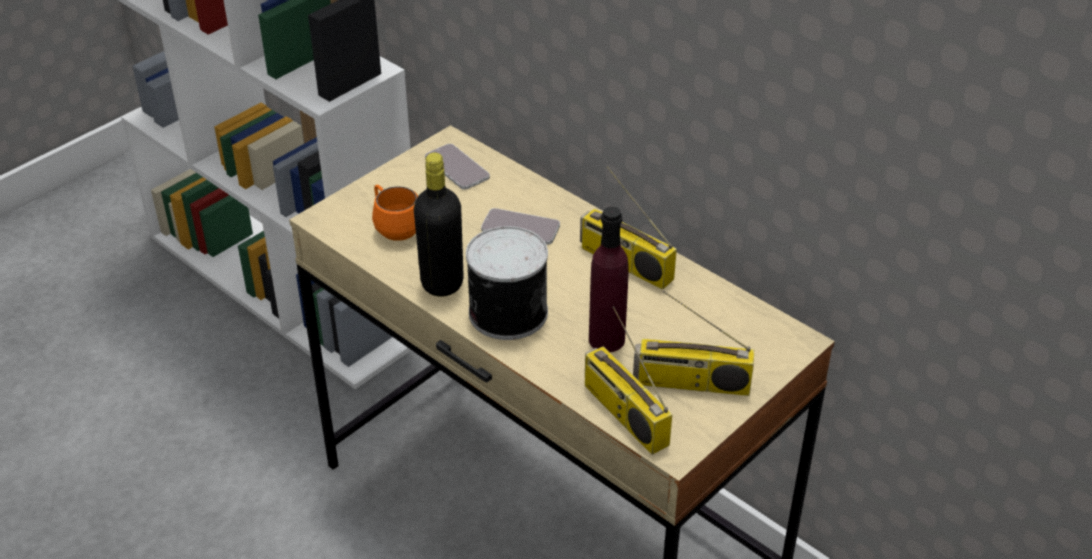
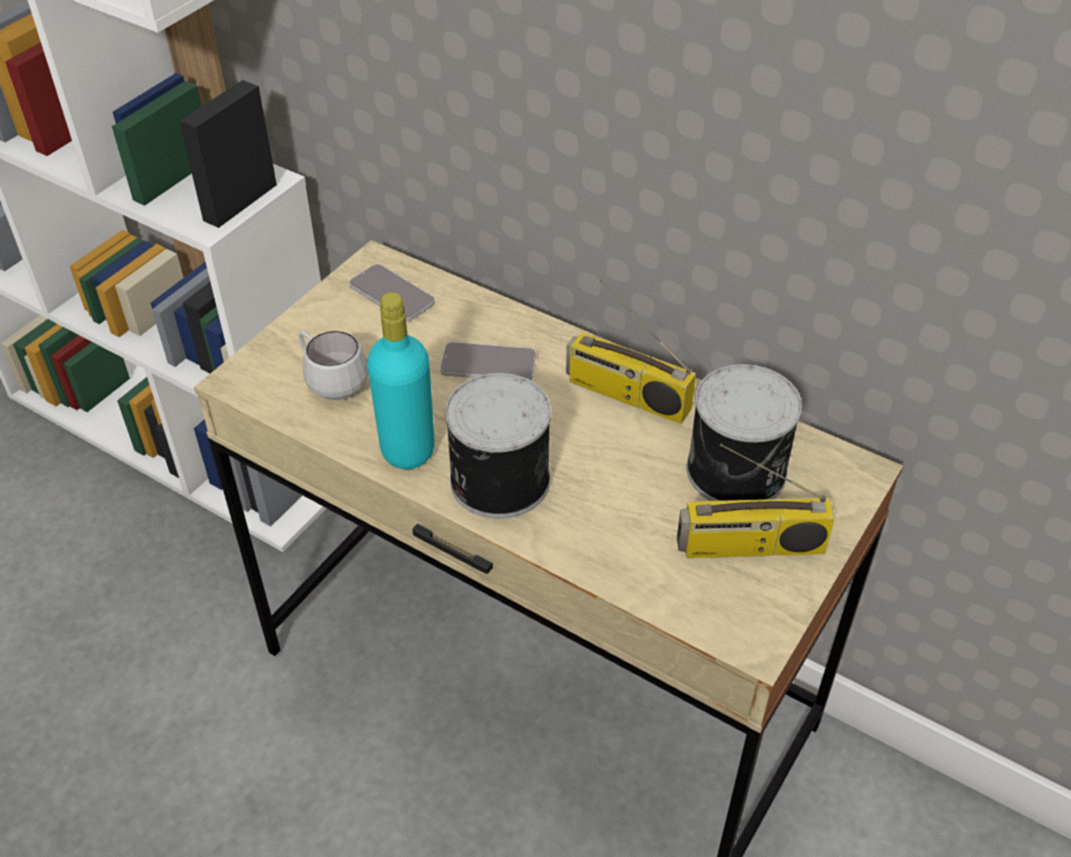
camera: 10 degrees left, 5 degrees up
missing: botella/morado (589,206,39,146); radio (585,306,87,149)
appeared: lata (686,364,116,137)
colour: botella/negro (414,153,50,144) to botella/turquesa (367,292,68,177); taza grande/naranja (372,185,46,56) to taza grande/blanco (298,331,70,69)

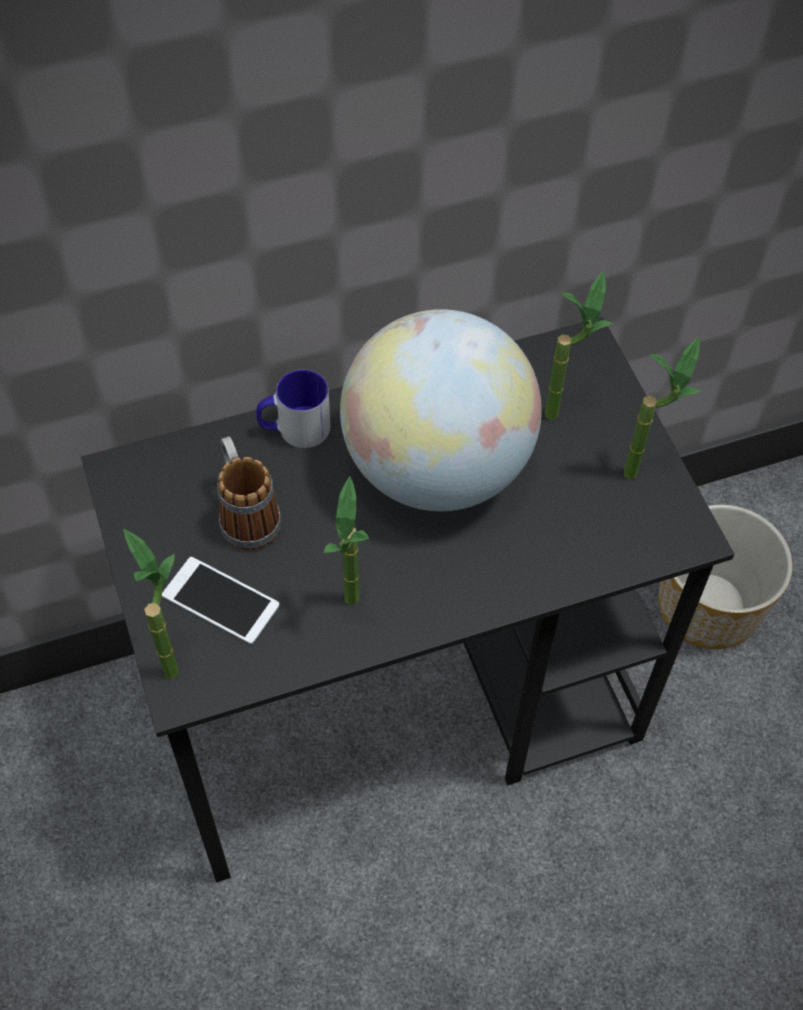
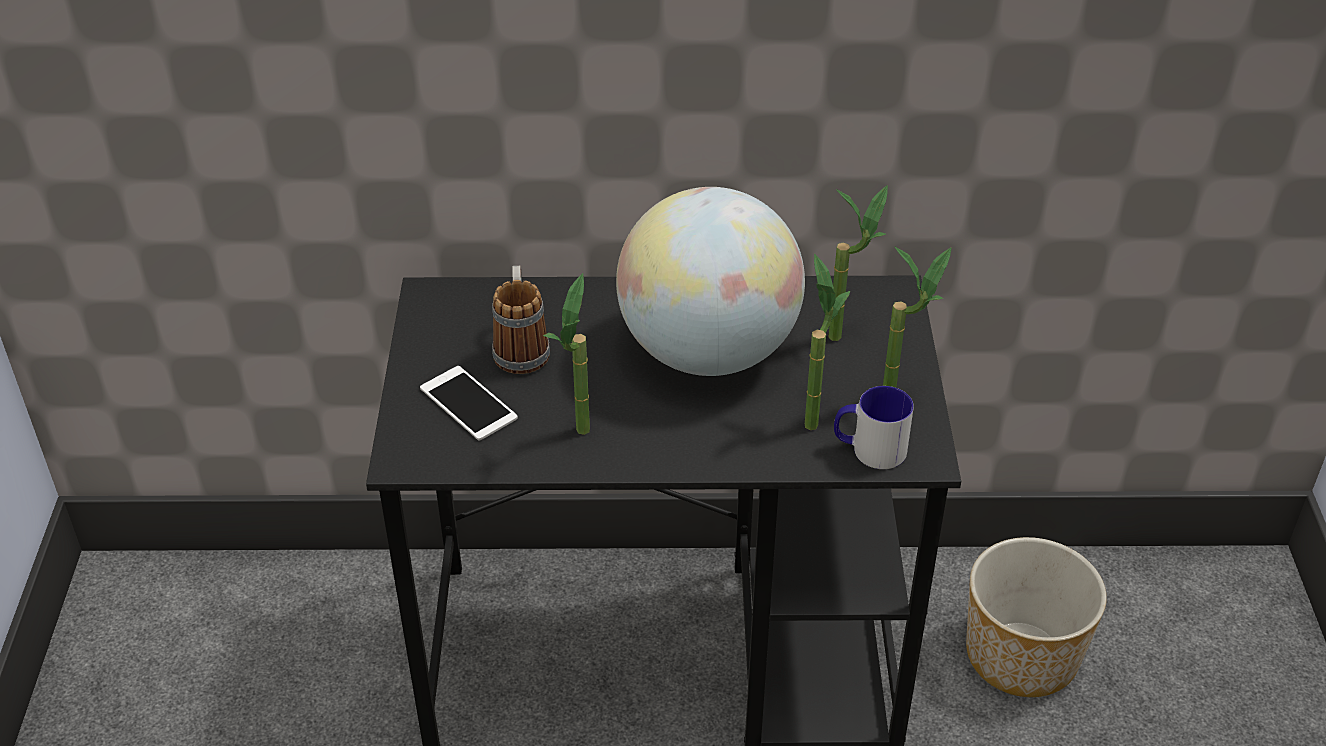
camera: 20 degrees right, 15 degrees down
relocated: taza grande (256,369,74,79) to (834,386,80,83); planta en maceta (123,529,56,151) to (805,254,45,176)

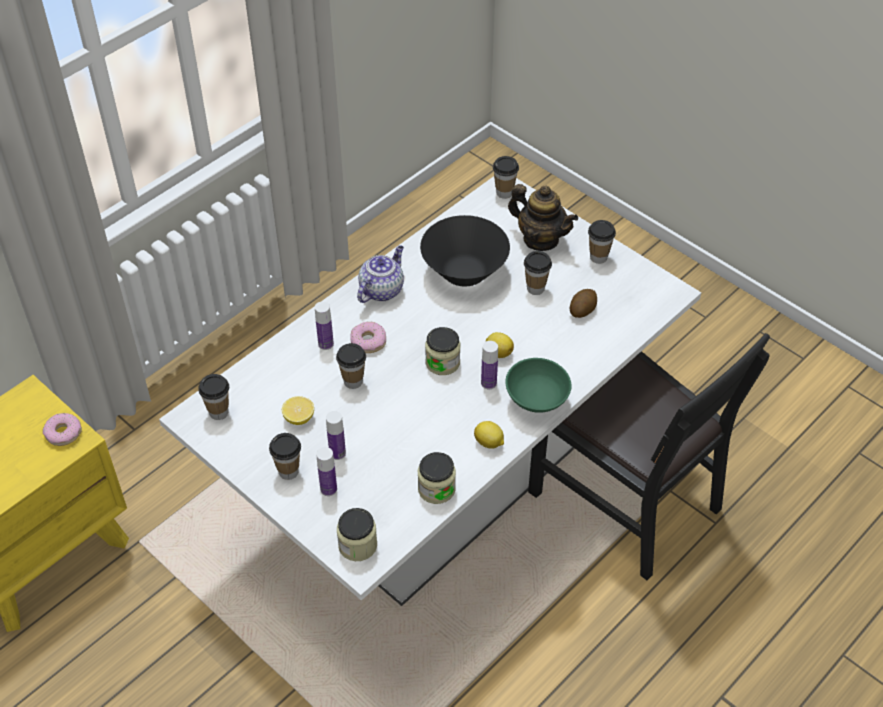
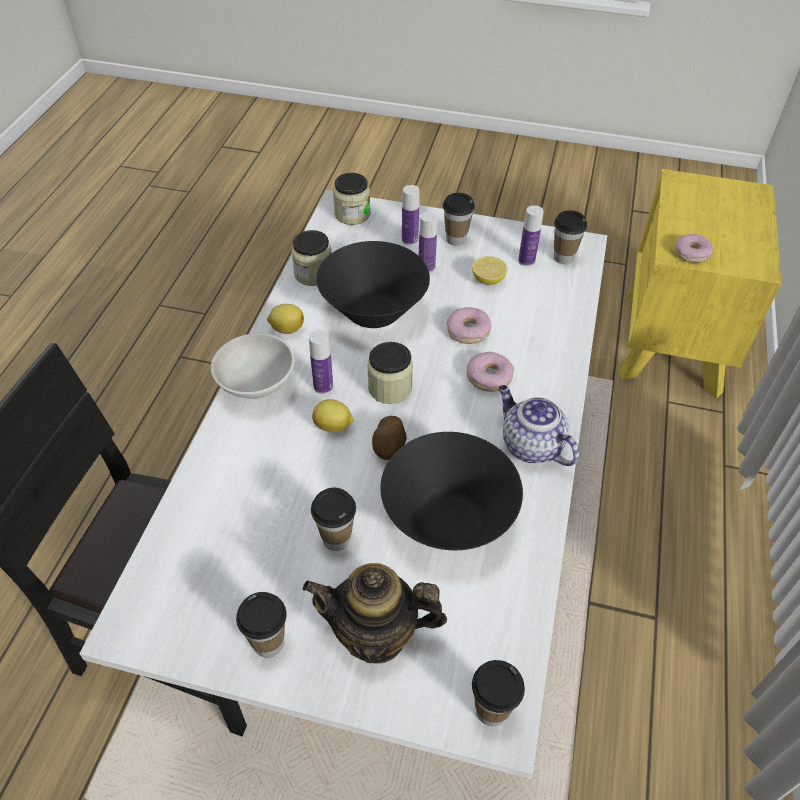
camera: 150 degrees right, 0 degrees up
appeared: cuenco/negro (316,241,114,87)
relocated: patata (570,289,27,29) to (372,416,35,44); botella (315,301,19,49) to (518,205,26,61)
exchanged: taza (336,343,30,46) to rosquilla (447,307,44,37)
colour: cuenco/verde (505,358,66,55) to cuenco/blanco (211,333,83,66)
spun: tetera (357,245,47,58) = (498,385,81,81) 135 degrees clockwise

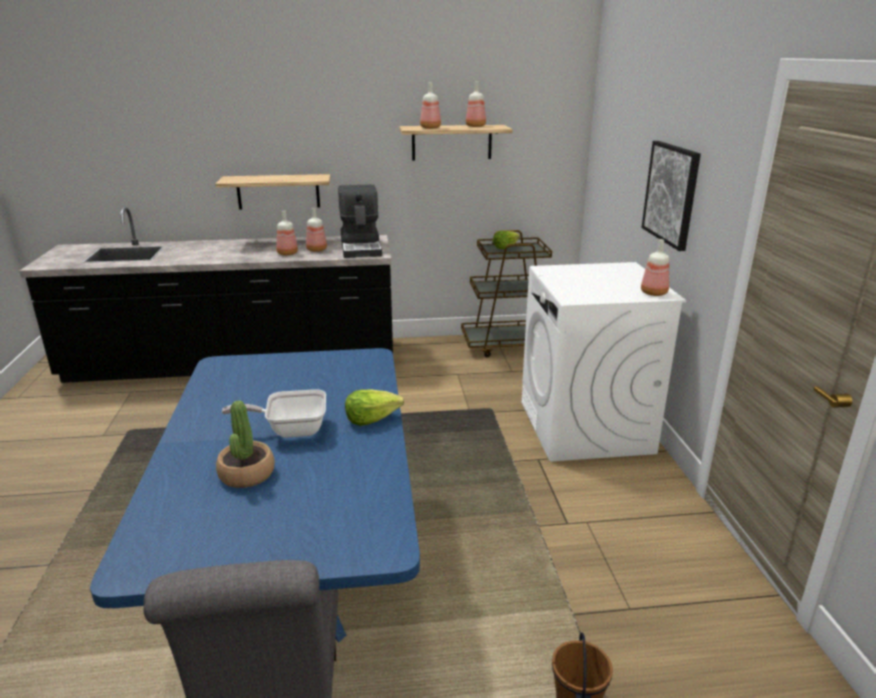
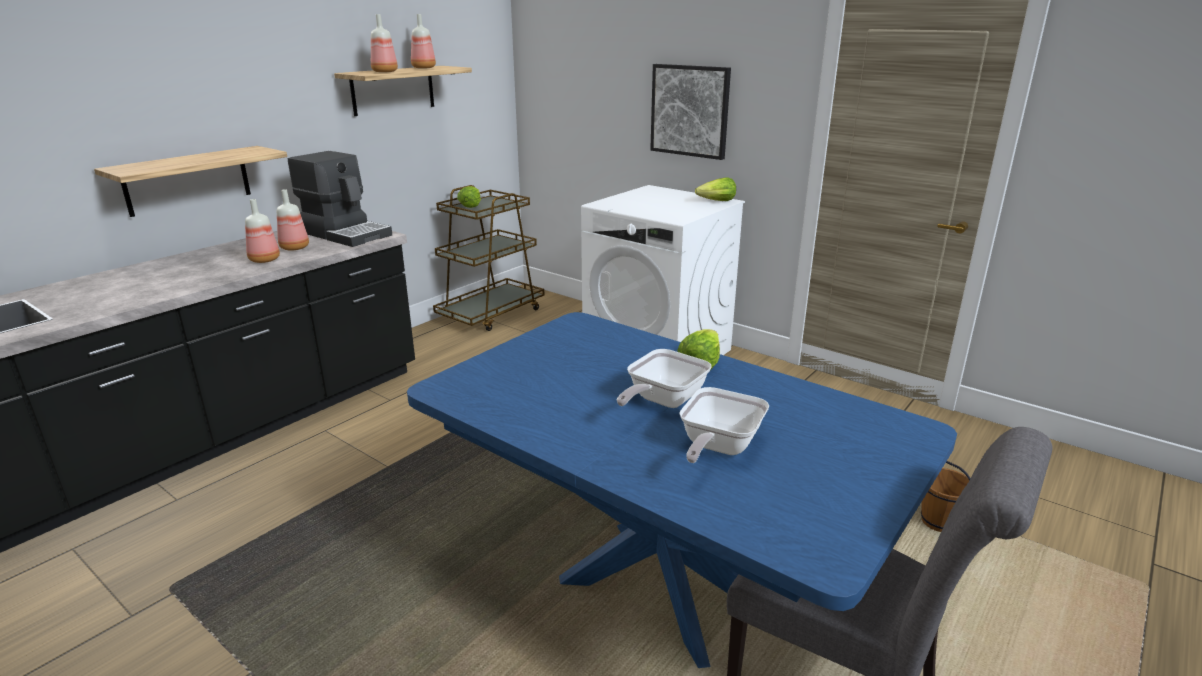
camera: 45 degrees left, 0 degrees up
exchanged: botella (641,239,28,57) to lechuga (695,177,41,24); planta en maceta (216,400,59,88) to sartén (679,387,90,76)

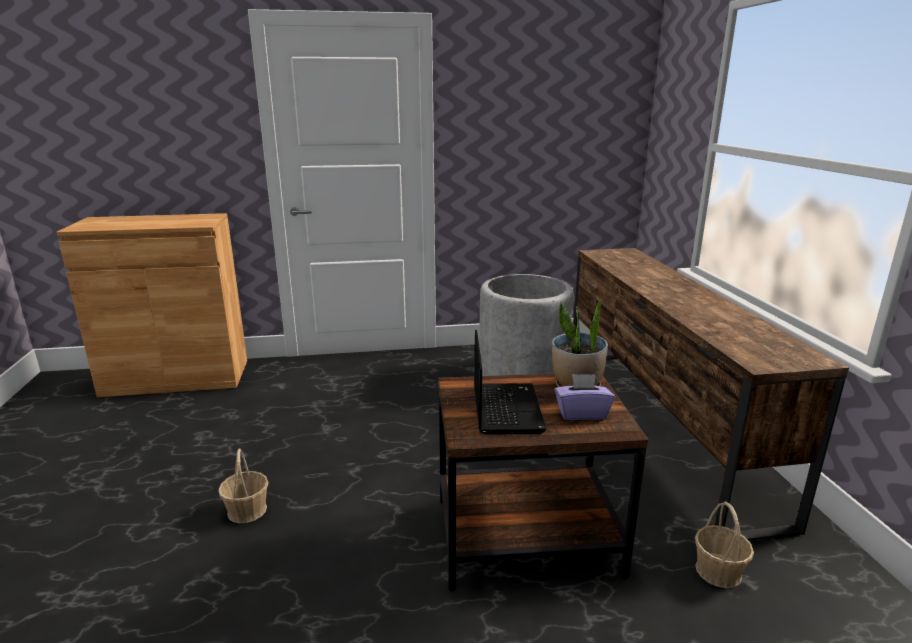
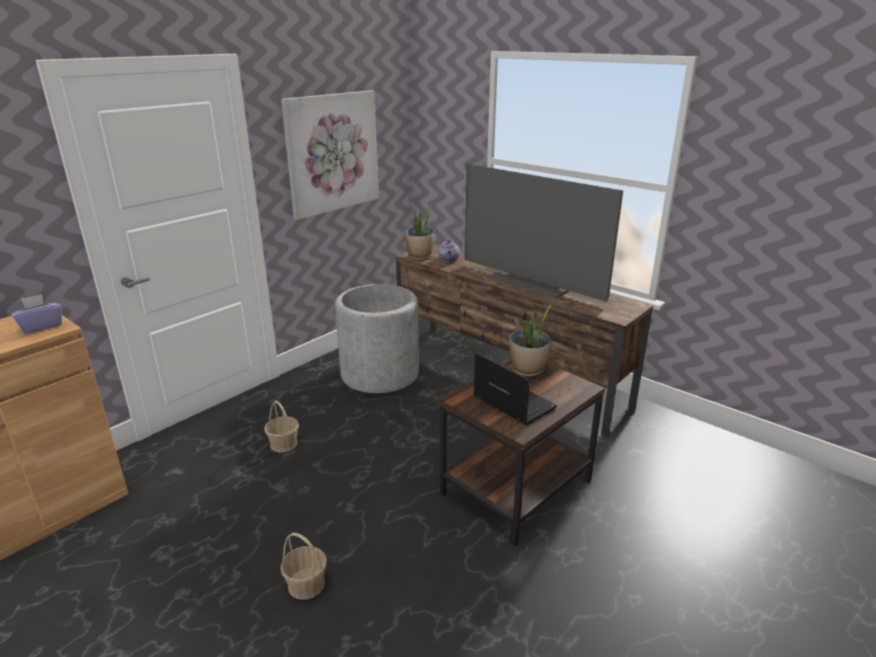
camera: 40 degrees left, 5 degrees up
appeared: cuadro (281,90,98,130); televisor (465,164,158,138); planta en maceta (404,204,30,56); tetera (438,239,22,23)
relocated: caja de pañuelos/morado (555,374,60,46) to (11,294,51,40); cesta (695,501,59,87) to (264,401,35,51)

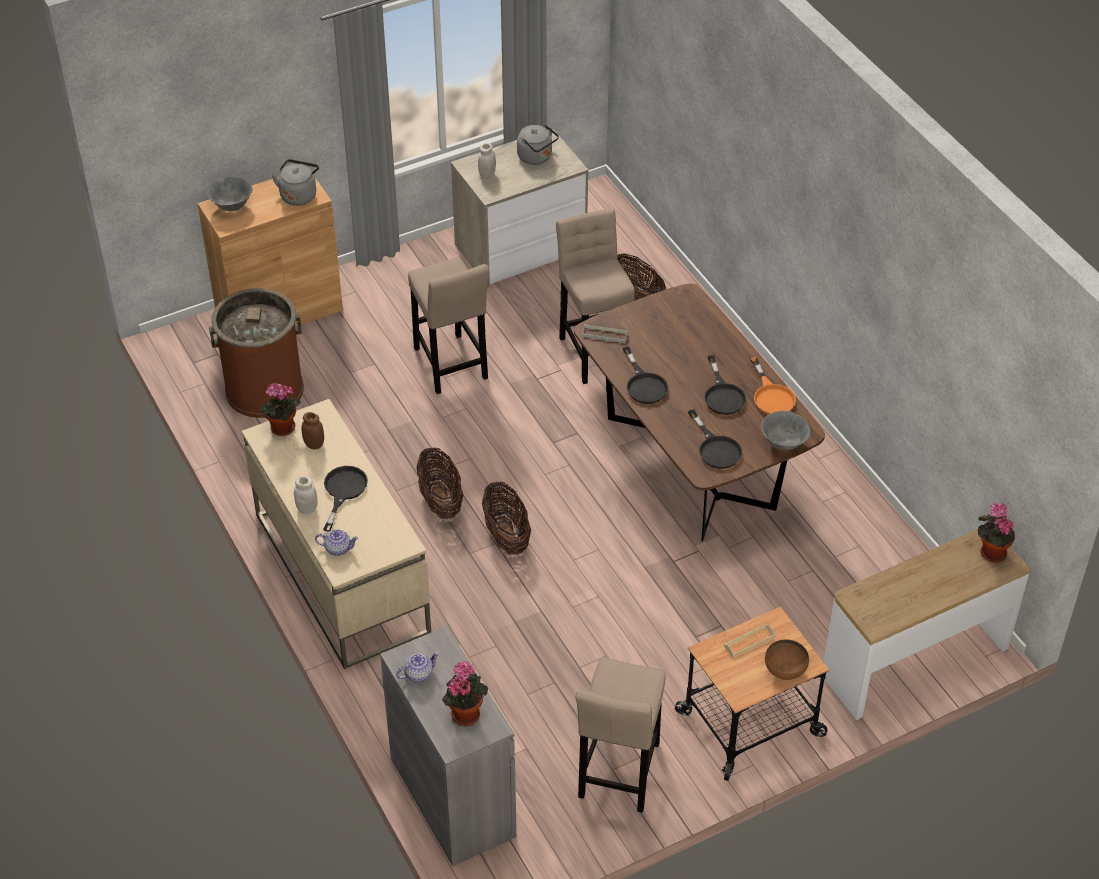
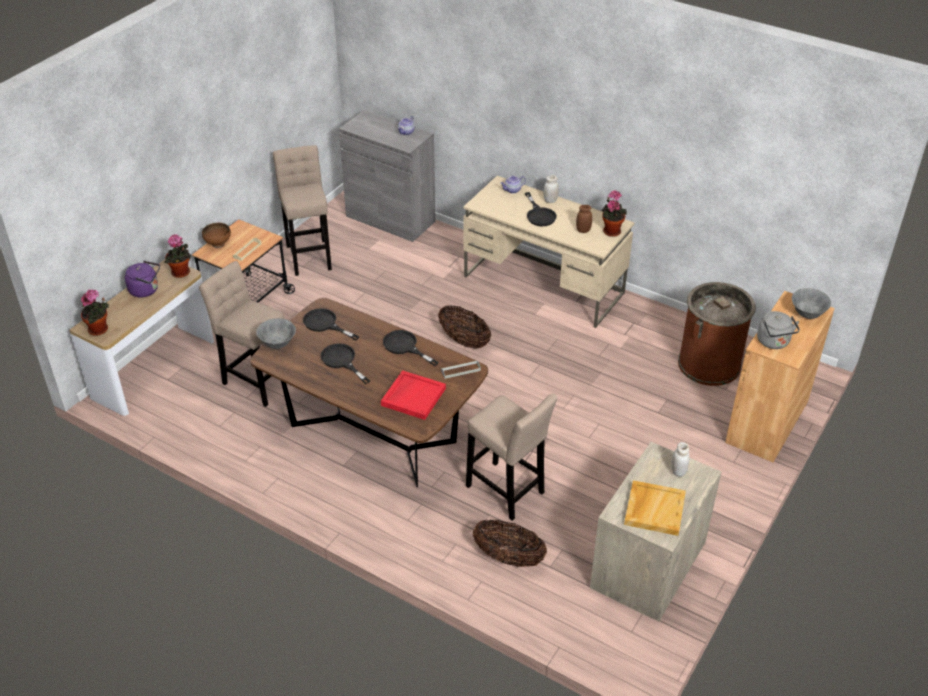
camera: 150 degrees right, 5 degrees down
missing: sartén/naranja (750,357,46,58); cesta (416,448,48,71)
appeared: hervidor/morado (125,260,35,38); bandeja/rojo (381,370,65,50)
relocated: taburete/beis (408,257,81,137) to (199,261,85,146); planta en maceta (442,660,46,66) to (164,234,27,44)
exchanged: hervidor/gris (517,125,42,40) to bandeja/beis (624,480,62,56)

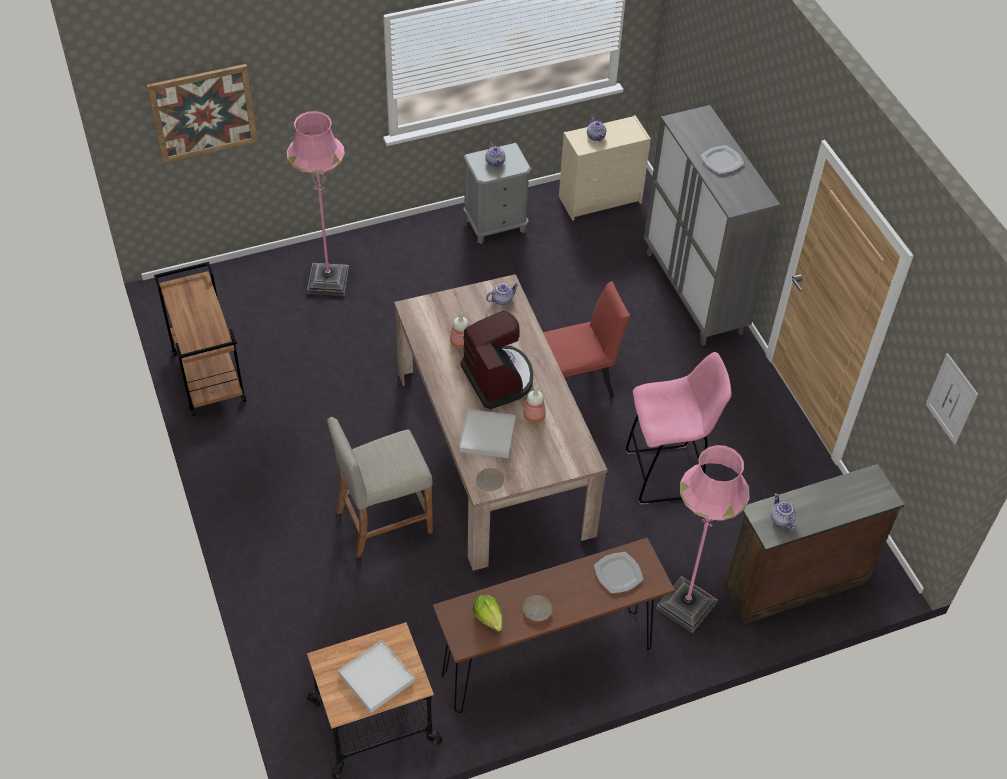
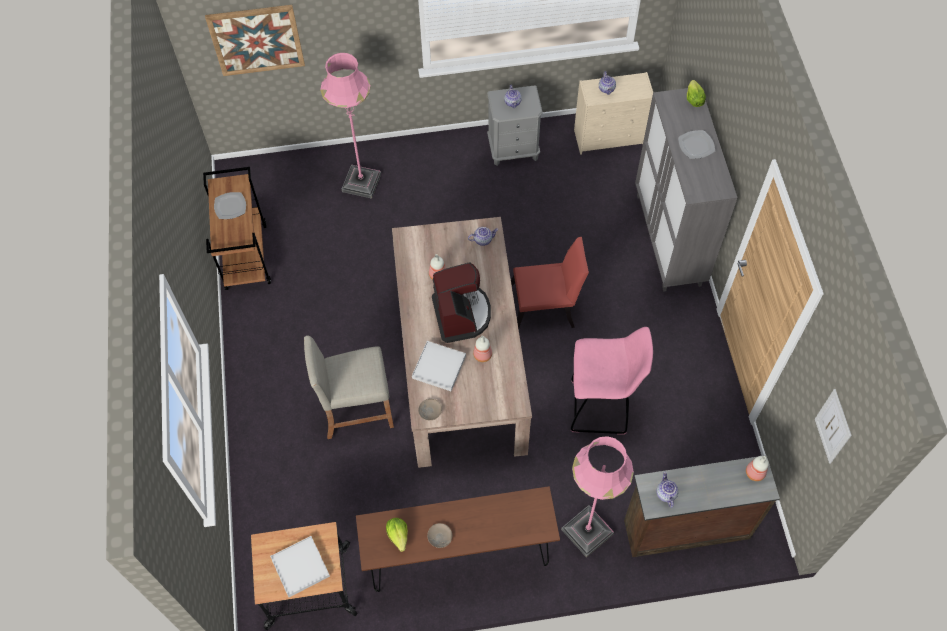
camera: 15 degrees right, 10 degrees up
appeared: lechuga (687,80,19,27); botella (746,456,23,25)
relocated: plato (594,552,49,41) to (214,192,32,27)

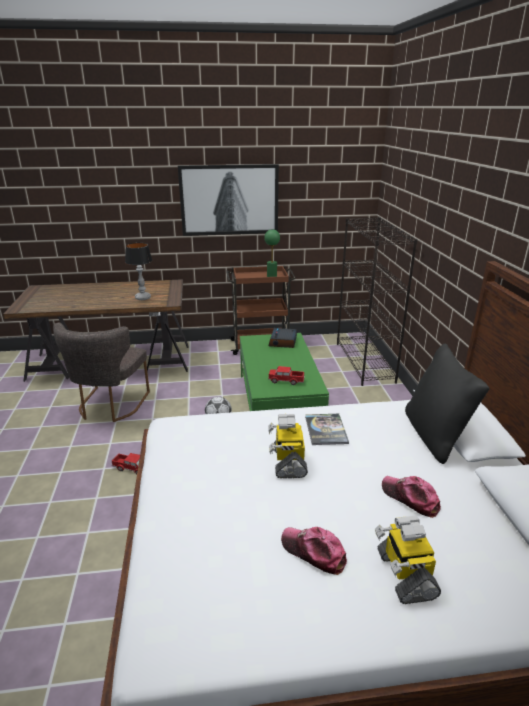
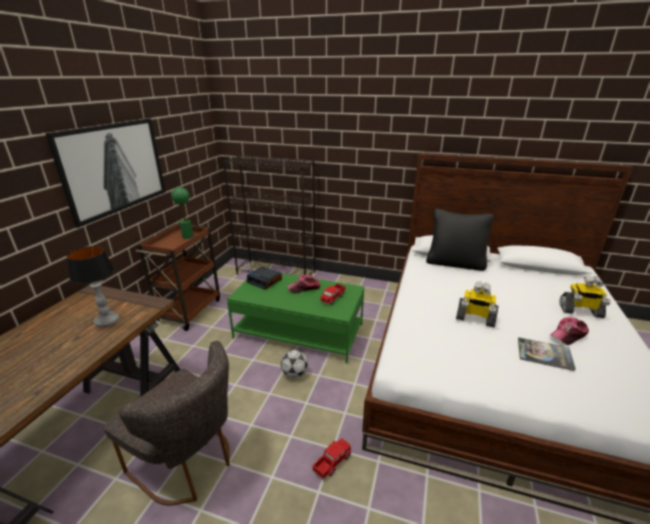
camera: 65 degrees left, 0 degrees up
relocated: libro (305,414,44,31) to (518,337,58,34); gorra (382,476,59,42) to (287,275,34,18)

